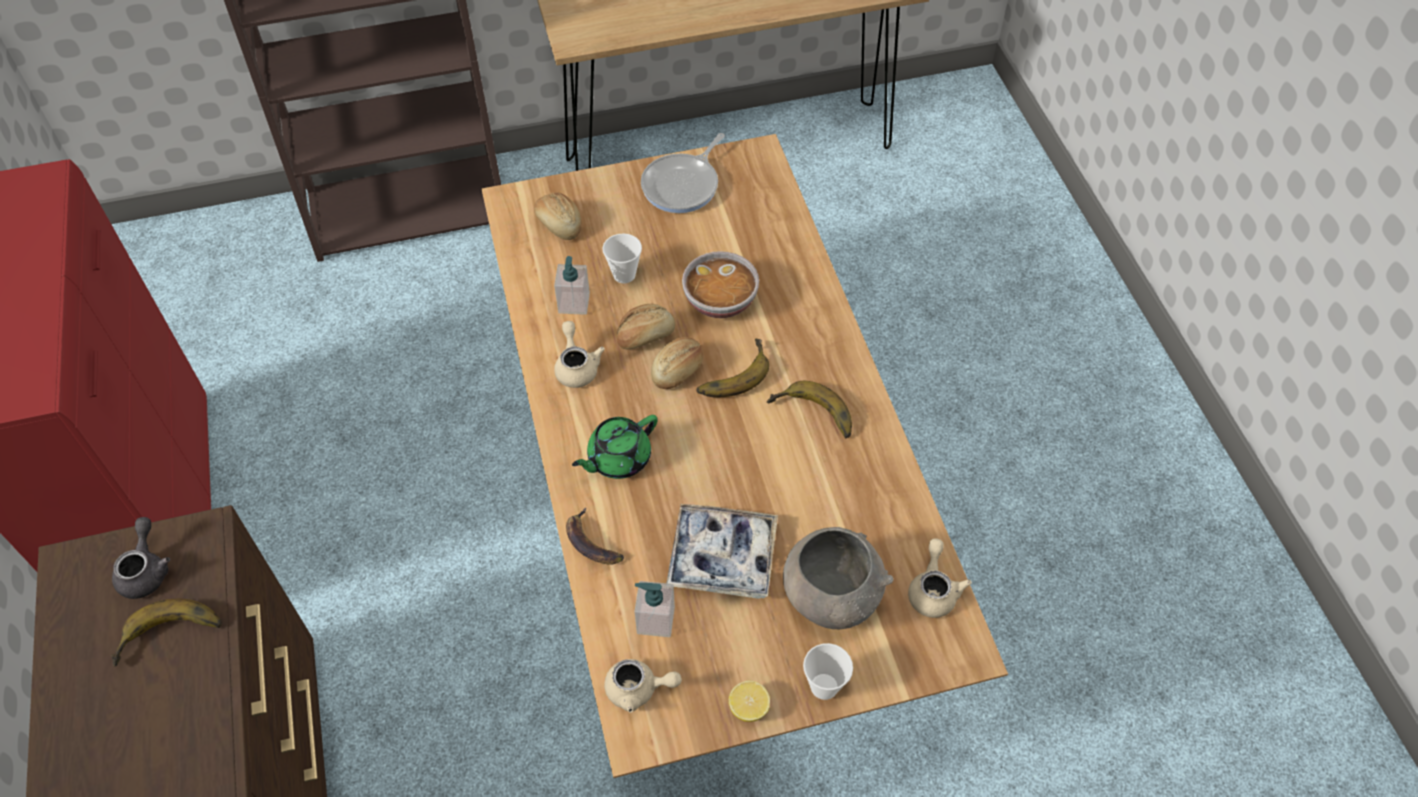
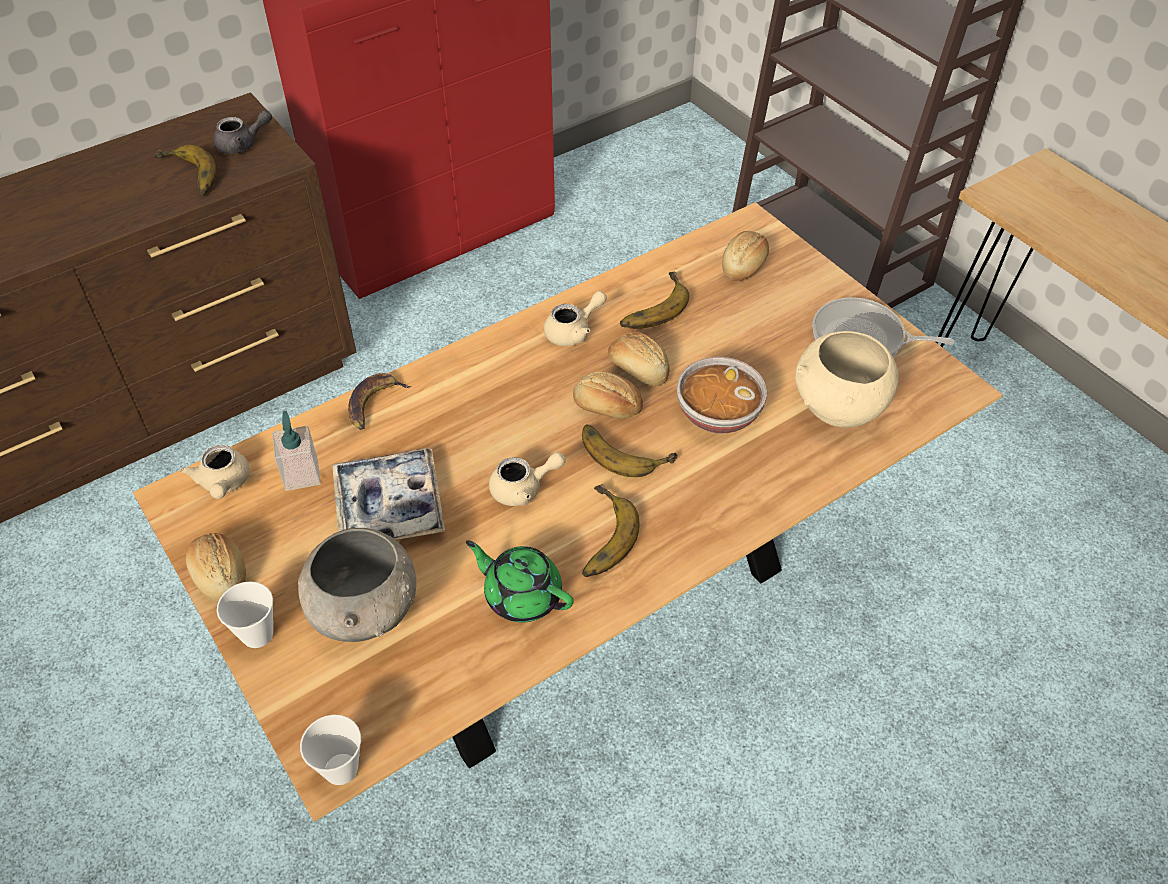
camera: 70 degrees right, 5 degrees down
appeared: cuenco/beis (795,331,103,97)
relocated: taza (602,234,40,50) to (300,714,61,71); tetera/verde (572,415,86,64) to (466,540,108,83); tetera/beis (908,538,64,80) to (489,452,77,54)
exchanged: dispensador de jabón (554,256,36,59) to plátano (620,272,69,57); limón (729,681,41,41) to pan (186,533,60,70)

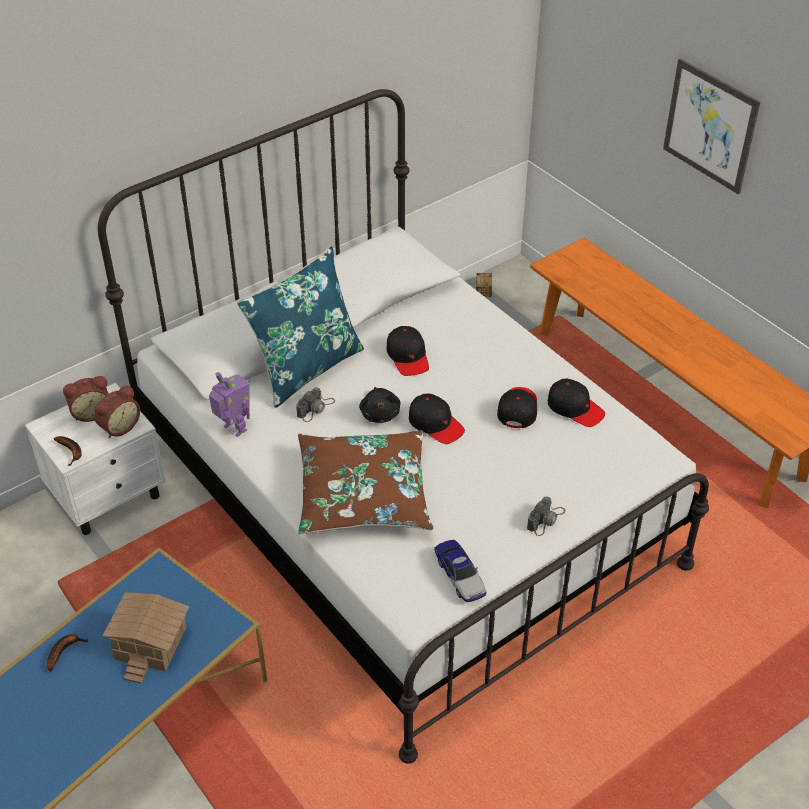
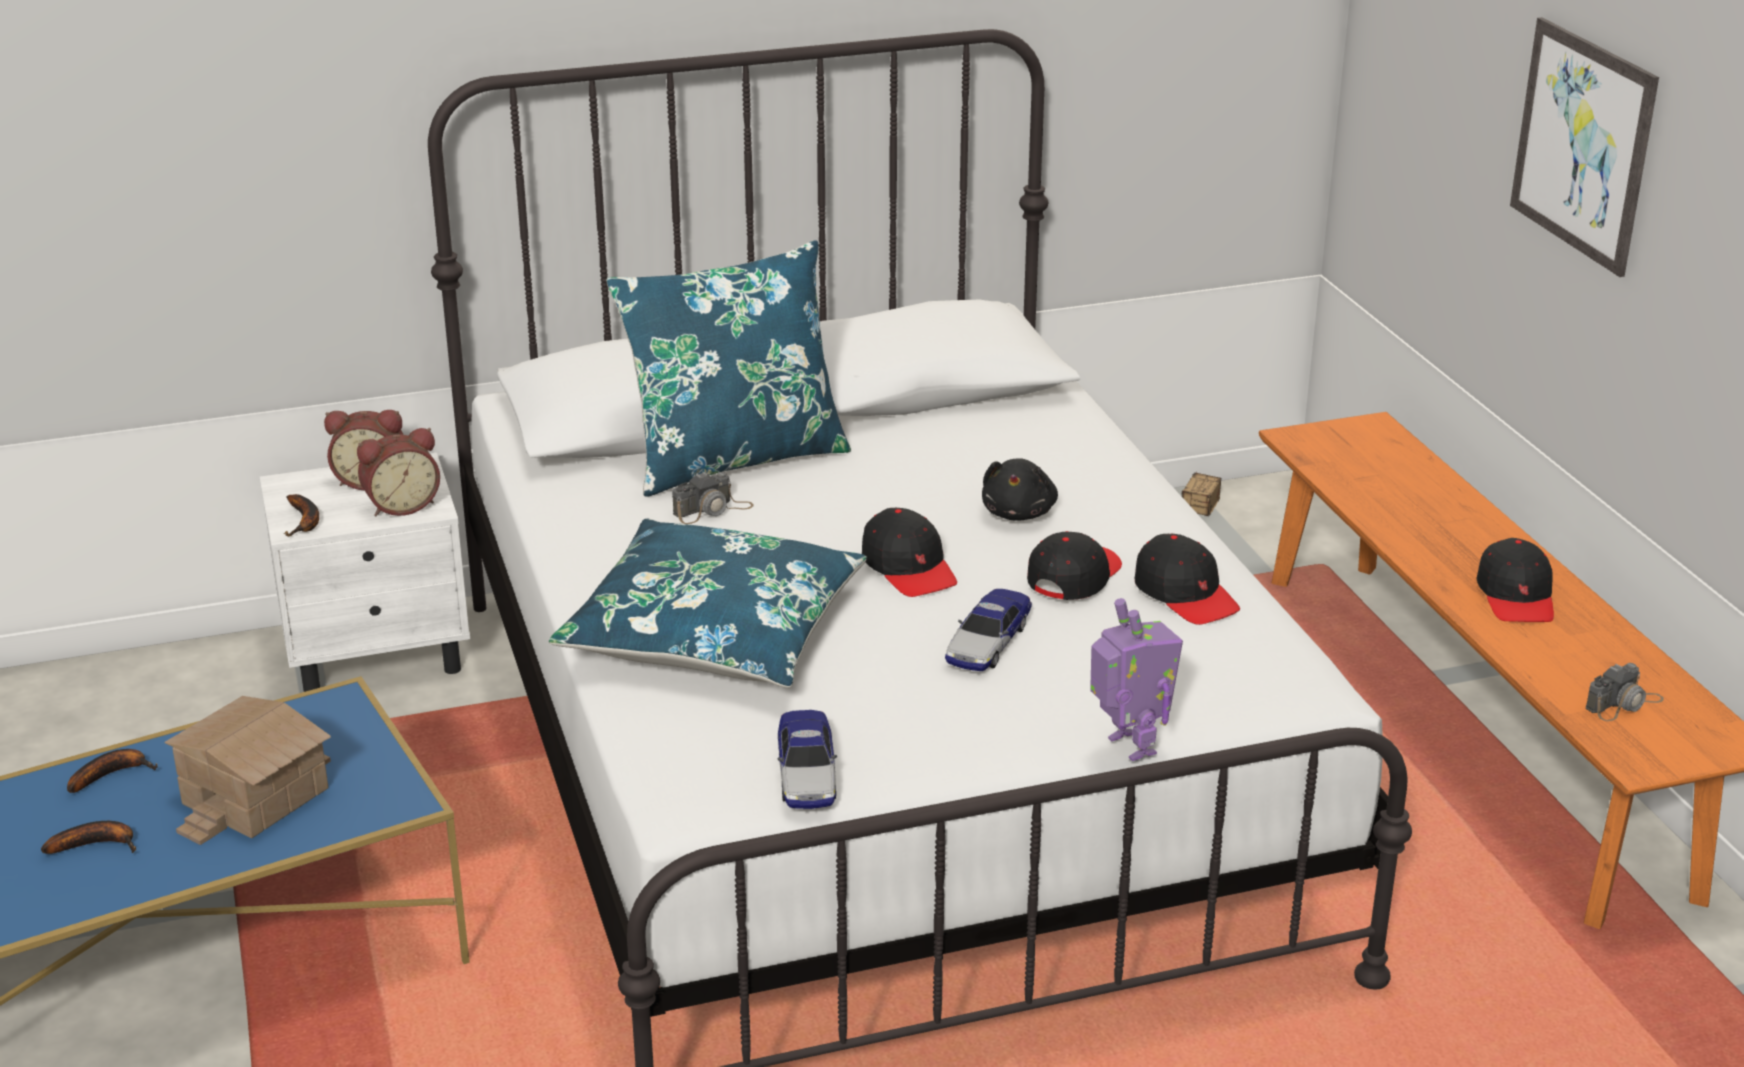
camera: 20 degrees right, 15 degrees down
appeared: coche de juguete (945,589,87,82); plátano (41,821,95,33)
relocated: gorra/negro (387,326,42,50) to (1476,538,78,84); robot de juguete (209,372,41,65) to (1090,598,93,163); peluche/negro (359,387,42,36) to (982,458,76,63); cámara (527,496,38,40) to (1586,663,78,58)
colour: cojín/marrón (298,430,135,105) to cojín/azul (549,518,318,170)

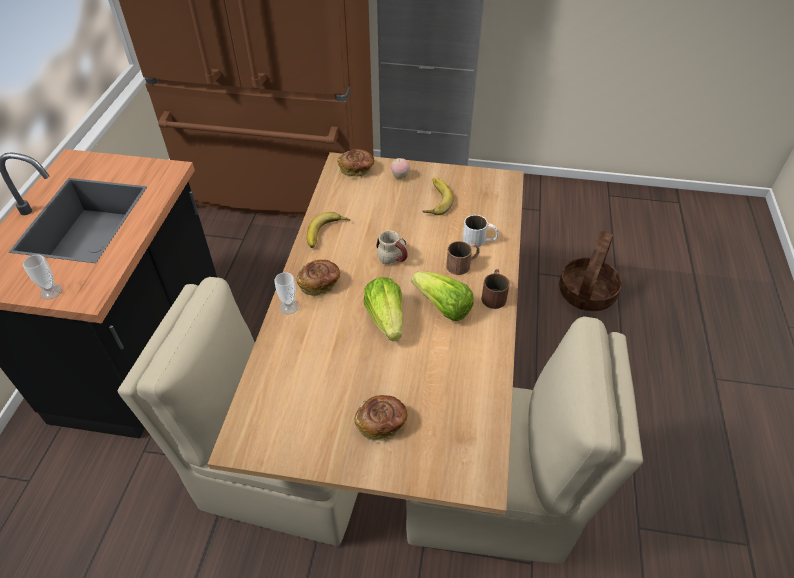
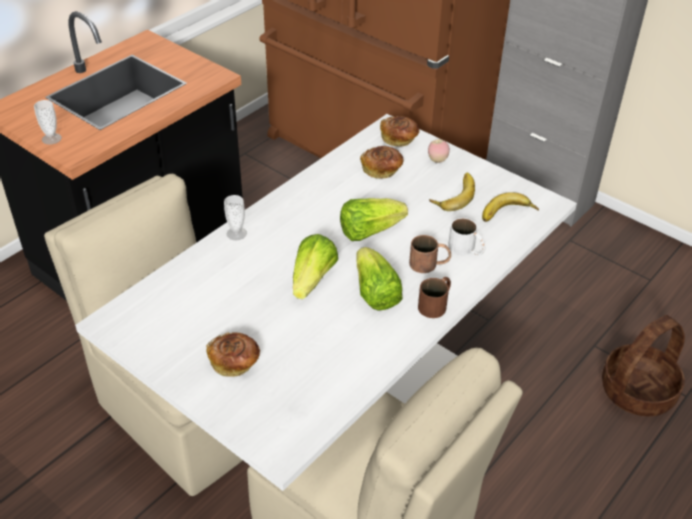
camera: 30 degrees right, 5 degrees down
relocated: plátano (306,212,44,36) to (482,192,57,30); pan (296,260,44,37) to (360,146,44,33)
exchanged: taza grande (376,230,32,34) to lechuga (340,198,68,43)
colour: mesa de comedor/marrón (208,152,316,363) to mesa de comedor/blanco (75,114,502,377)

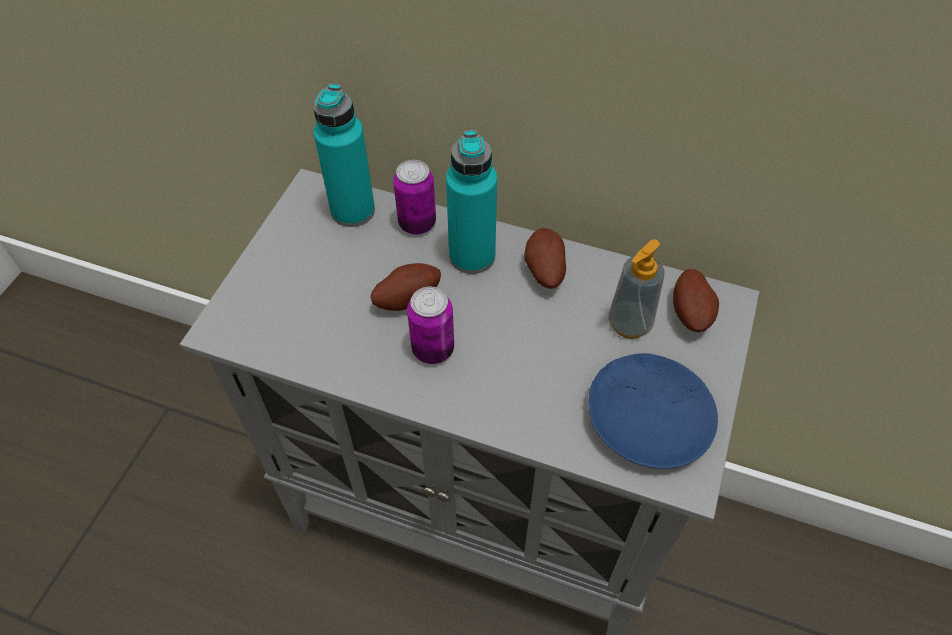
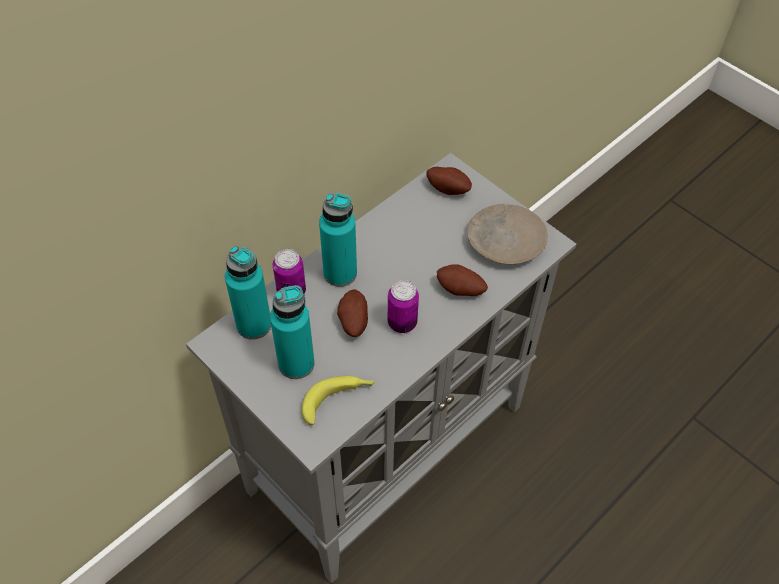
camera: 65 degrees left, 0 degrees up
missing: dispensador de jabón (608,239,57,100)
appeared: botella/turquesa (270,285,45,94); plátano (302,376,73,49)
relocated: patata (524,228,42,61) to (437,264,51,32)
colour: plato/azul (588,353,130,116) to plato/beis (468,204,80,60)

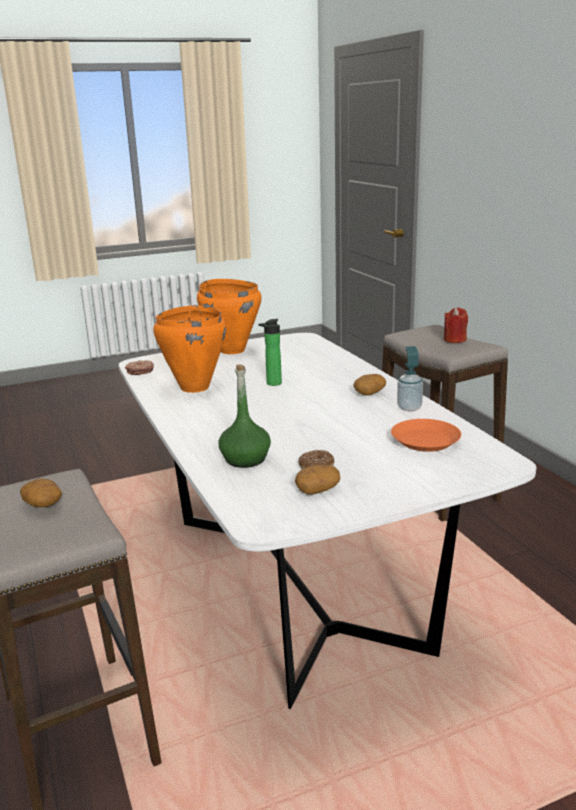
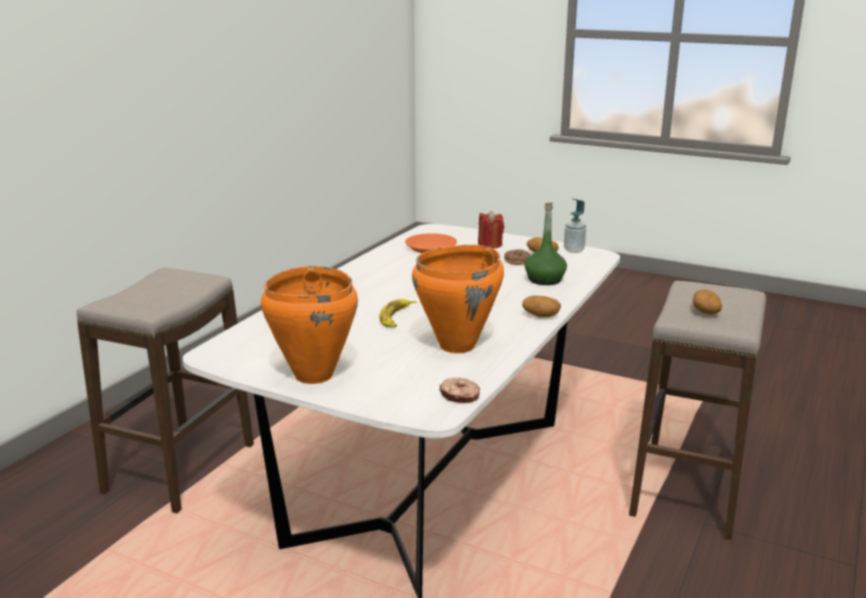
camera: 130 degrees left, 0 degrees up
relocated: vela/rojo (444,307,24,36) to (478,211,26,37); dispensador de jabón (397,346,26,65) to (564,199,22,54); patata (354,374,32,22) to (522,295,39,22)
exchanged: botella (258,319,24,67) to plátano (379,299,38,29)

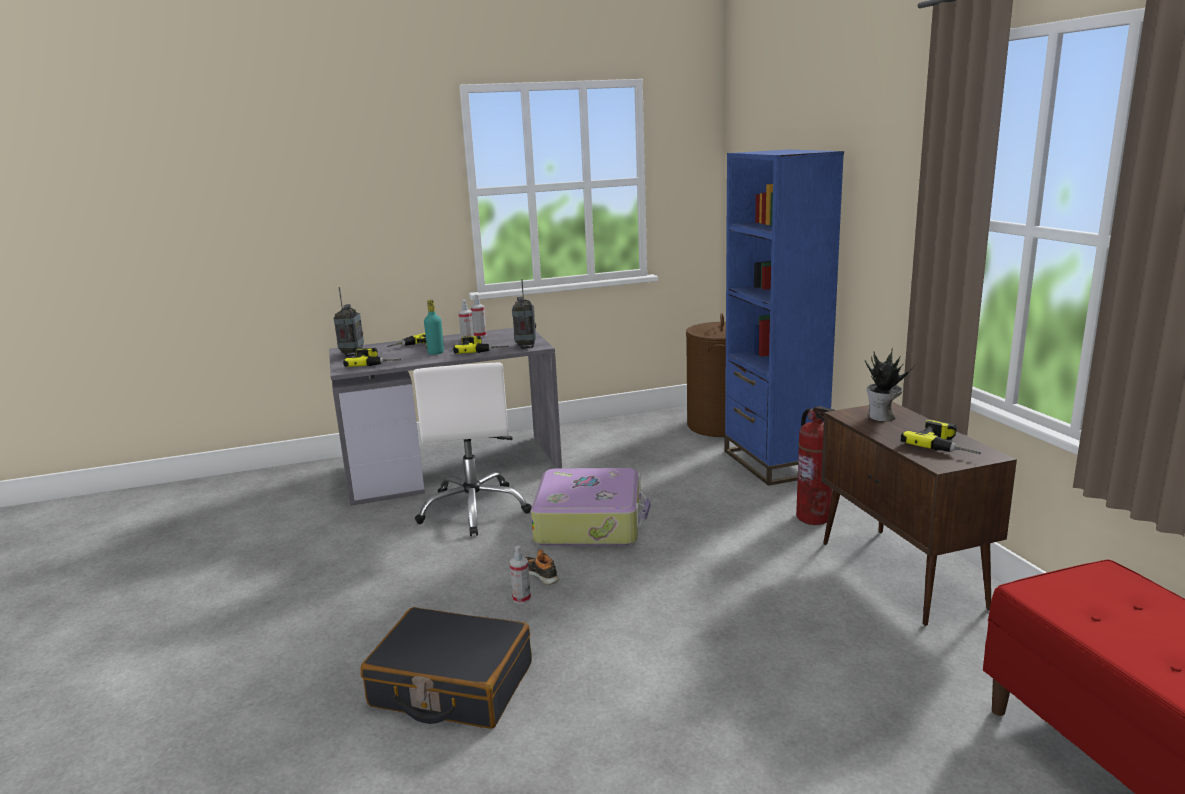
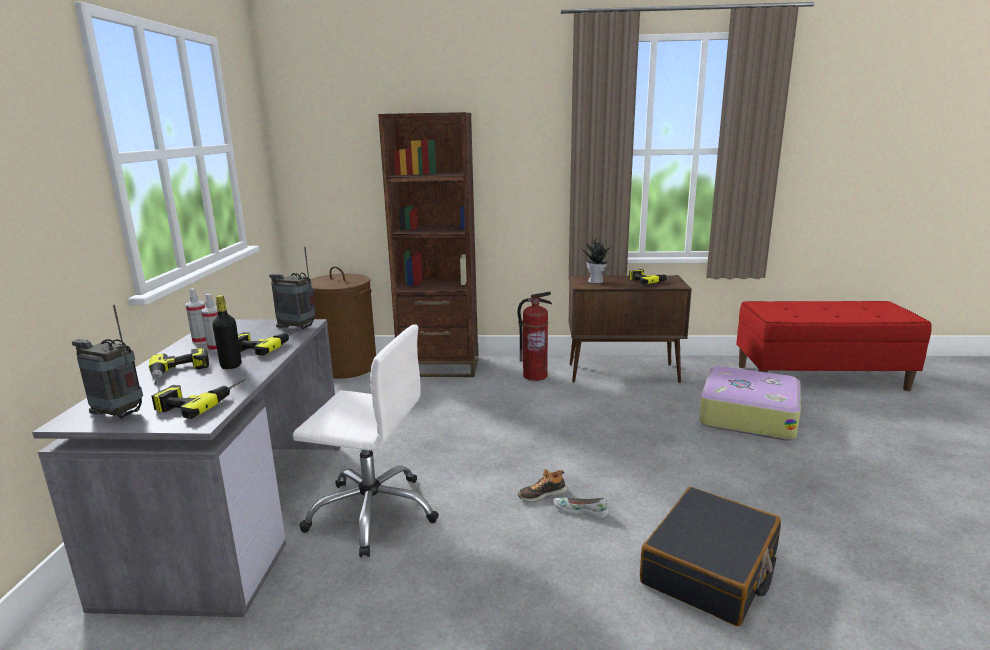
camera: 70 degrees left, 0 degrees up
relocated: maleta (531,468,119,77) to (699,366,102,75)
exchanged: pulverizador (509,546,22,58) to zapato/blanco (553,497,55,21)
colour: estantería/azul (725,150,119,336) to estantería/marrón (378,112,101,265); botella/turquesa (424,300,20,55) to botella/negro (212,295,30,74)

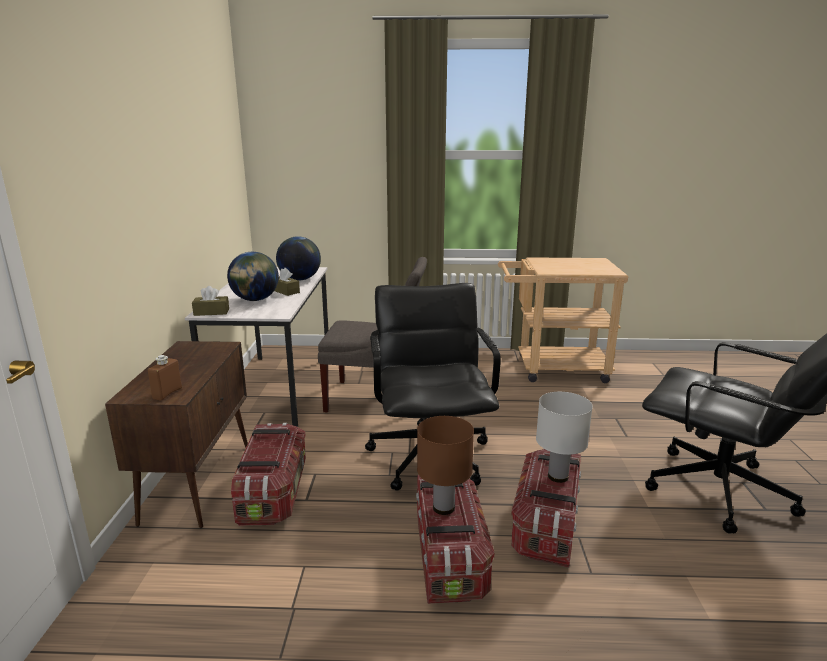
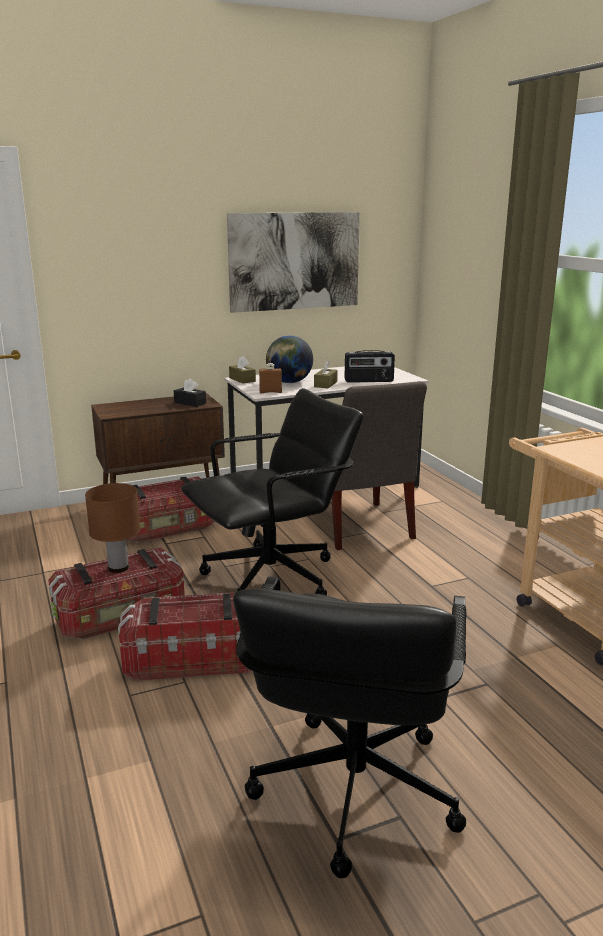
camera: 65 degrees right, 0 degrees up
missing: lámpara de mesa/blanco (536,392,57,91)
appeared: cuadro (227,212,133,101); caja de pañuelos/negro (174,378,32,29)
relocated: botella/marrón (148,355,34,45) to (259,363,23,30)
exchanged: globo terráqueo (276,236,45,45) to radio (344,350,51,33)

